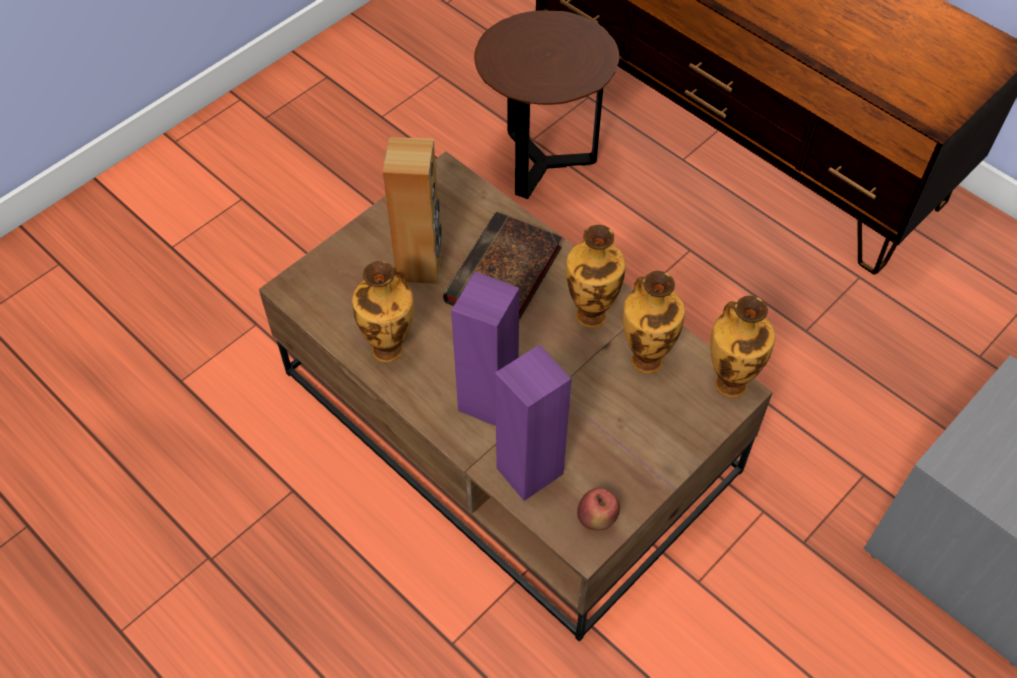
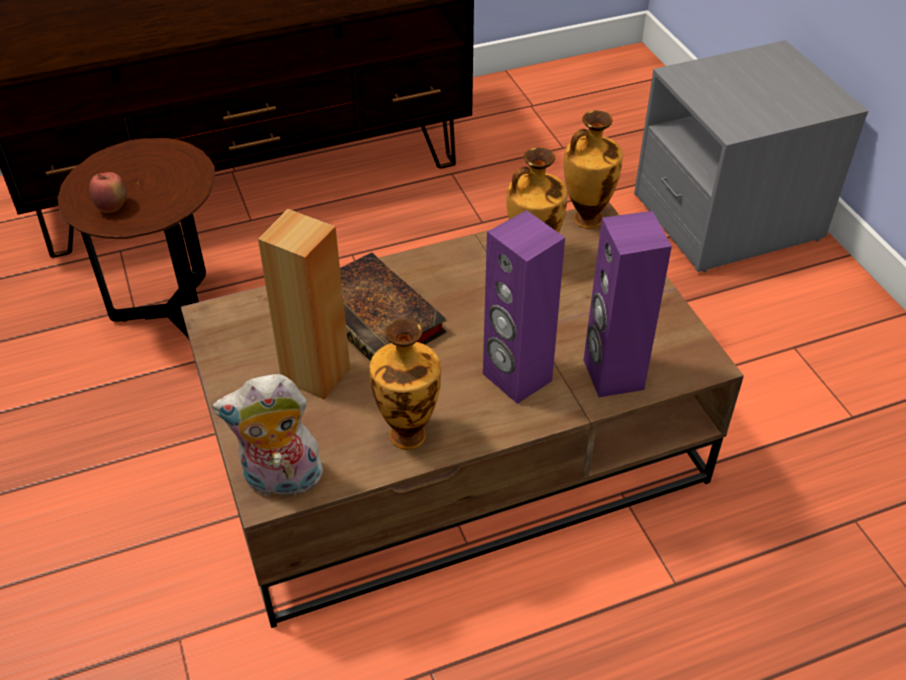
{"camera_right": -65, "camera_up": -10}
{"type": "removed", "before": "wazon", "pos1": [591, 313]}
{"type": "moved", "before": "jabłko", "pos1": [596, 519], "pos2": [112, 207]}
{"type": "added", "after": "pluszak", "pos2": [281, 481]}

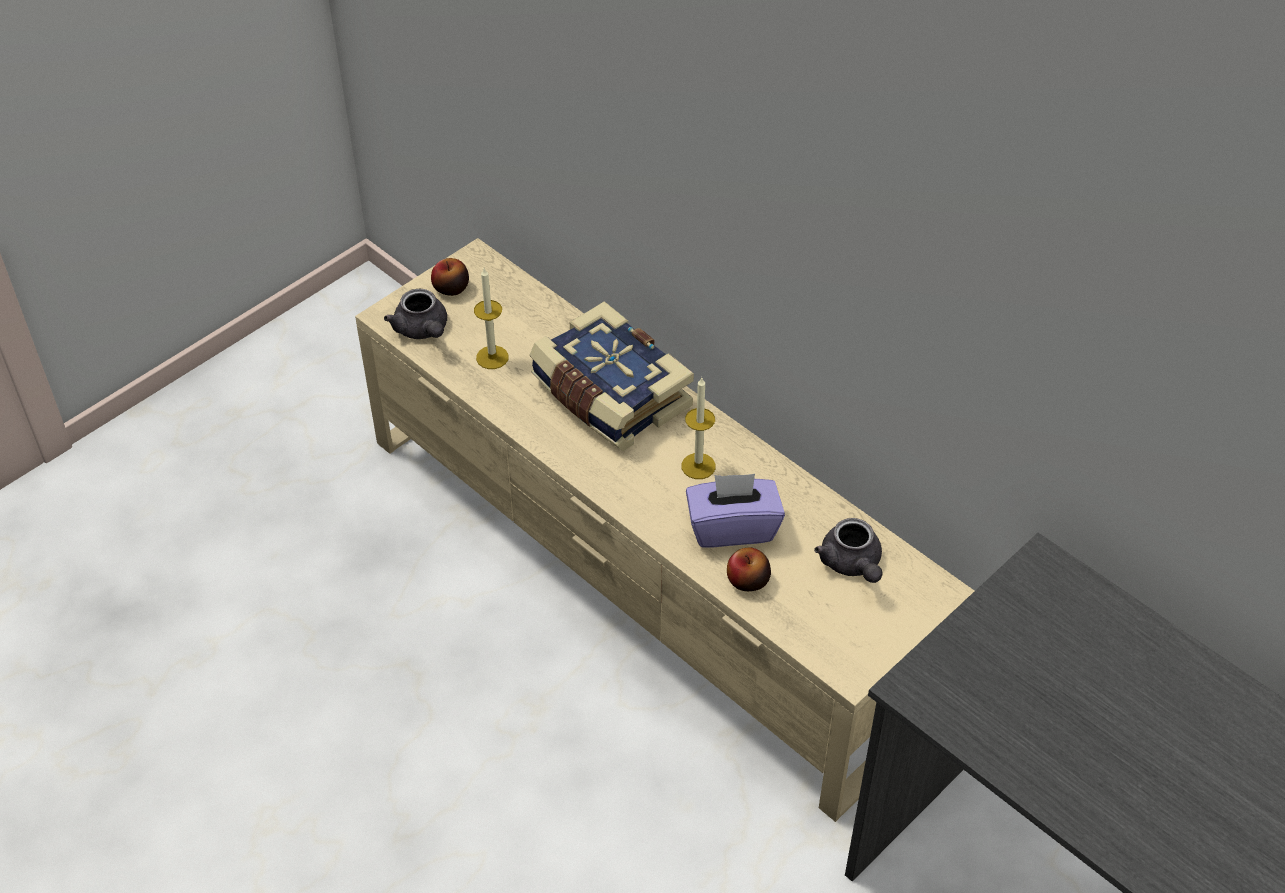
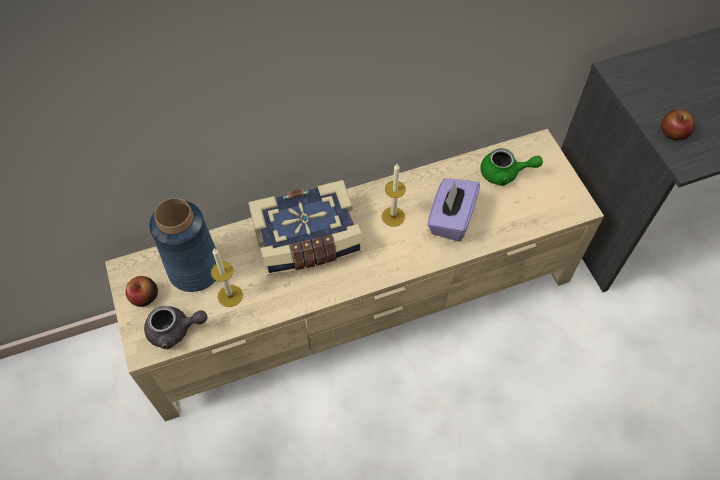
{"camera_right": -65, "camera_up": 10}
{"type": "moved", "before": "jabłko", "pos1": [747, 580], "pos2": [673, 132]}
{"type": "recoloured", "before": "imbryk (szary)", "after": "imbryk (zielony)", "pos1": [852, 564], "pos2": [505, 174]}
{"type": "added", "after": "wazon (niebieski)", "pos2": [195, 269]}

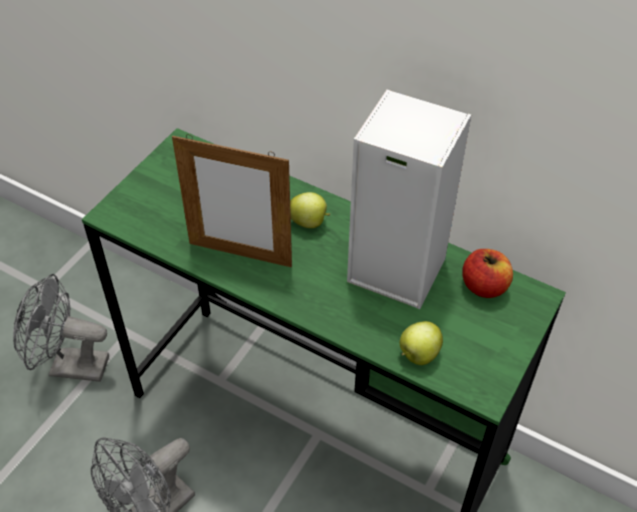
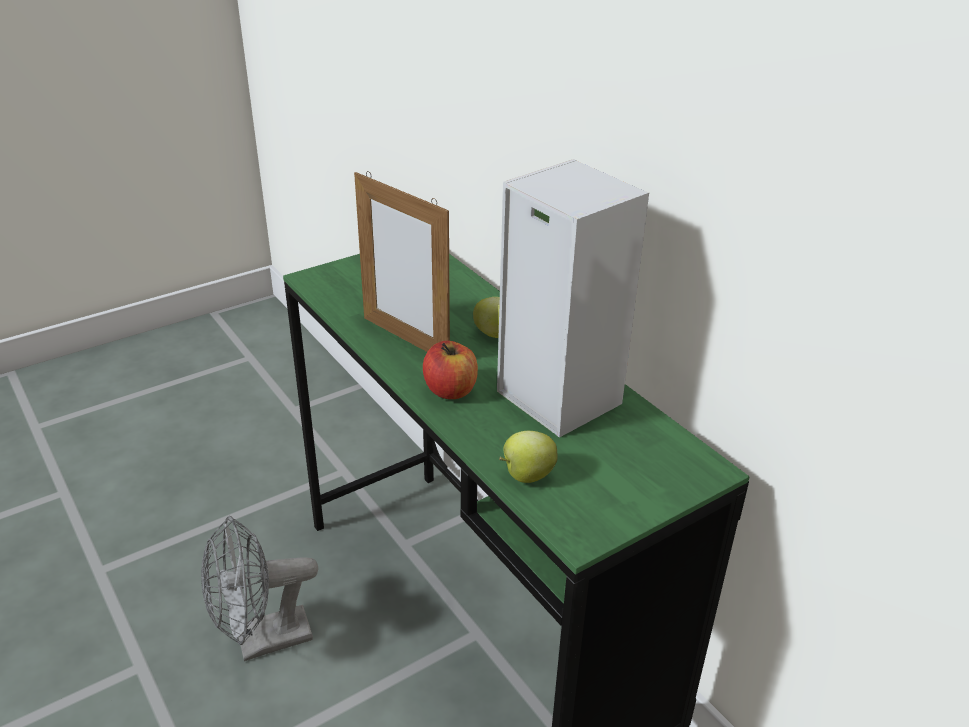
{"camera_right": 25, "camera_up": -15}
{"type": "removed", "before": "wentylator (szary)", "pos1": [70, 366]}
{"type": "moved", "before": "jabłko", "pos1": [484, 286], "pos2": [450, 390]}

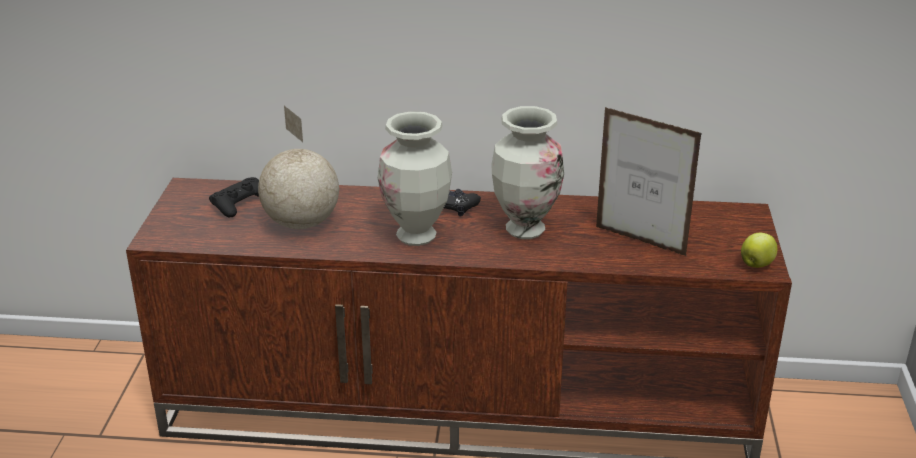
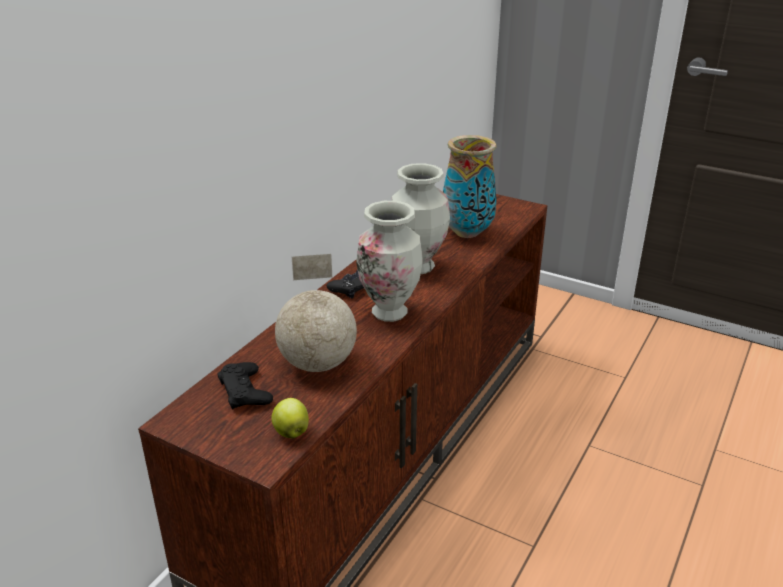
{"camera_right": -65, "camera_up": 0}
{"type": "replaced", "before": "ramka na zdjęcie", "after": "wazon", "pos1": [640, 241], "pos2": [467, 232]}
{"type": "moved", "before": "jabłko", "pos1": [756, 264], "pos2": [291, 432]}

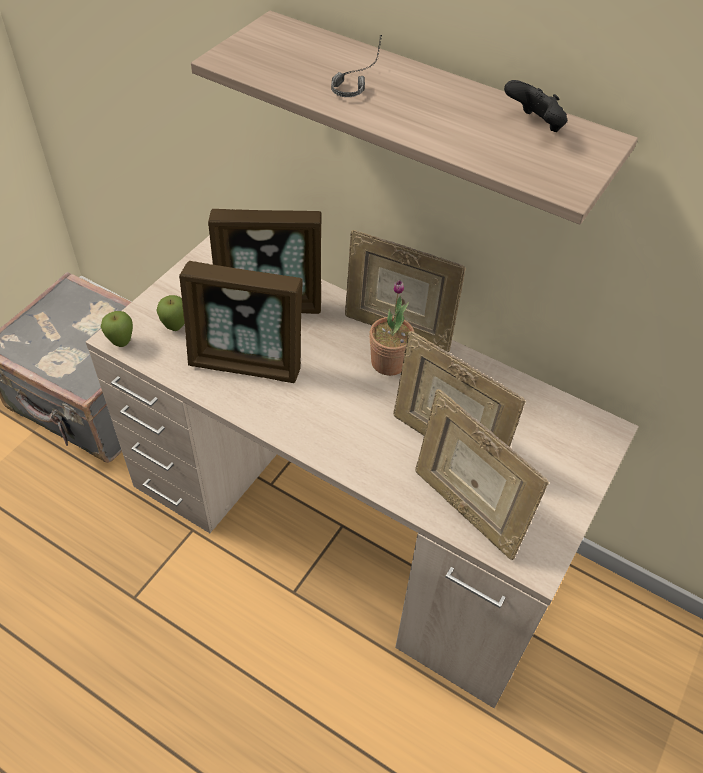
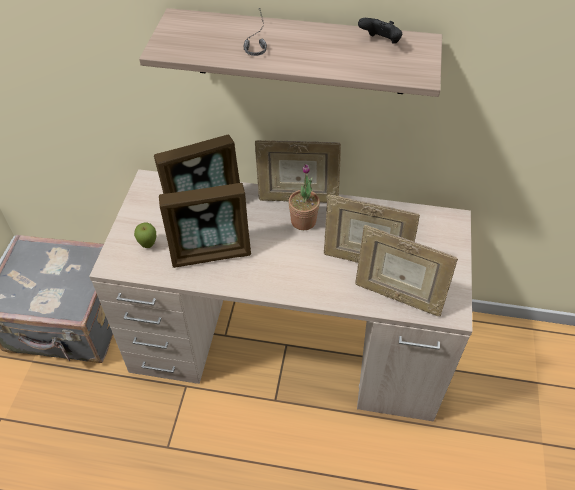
{"camera_right": -20, "camera_up": 0}
{"type": "removed", "before": "jabłko", "pos1": [122, 343]}

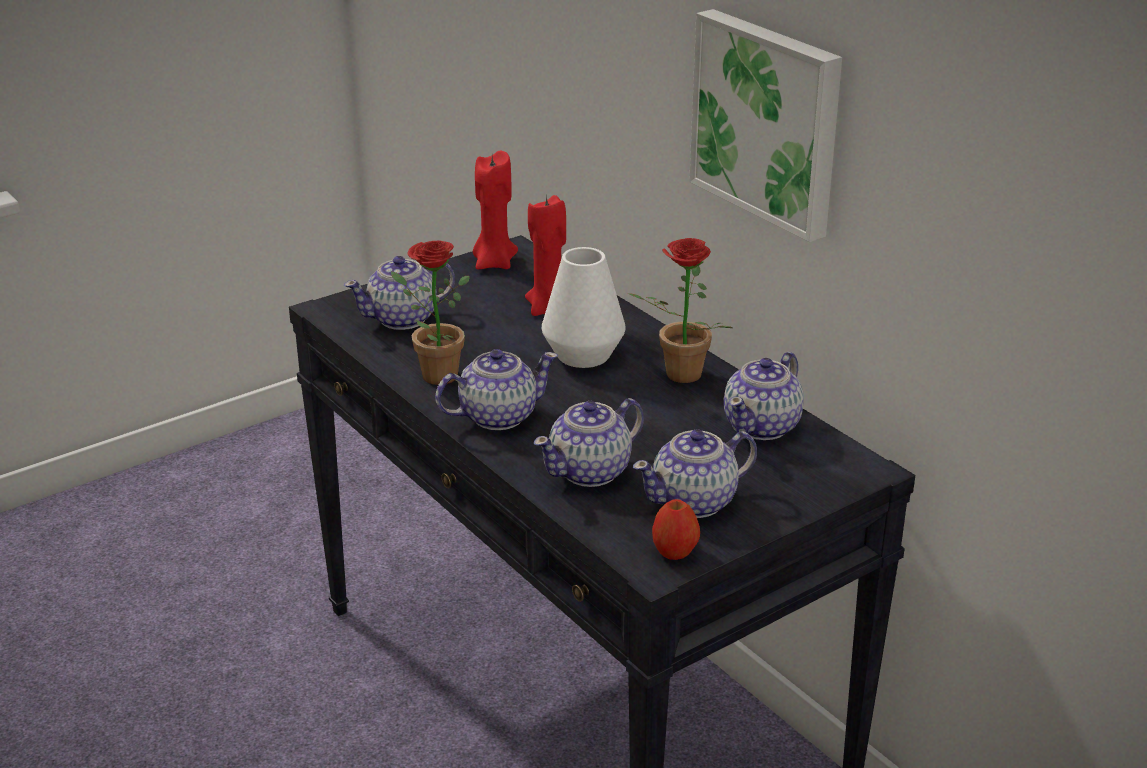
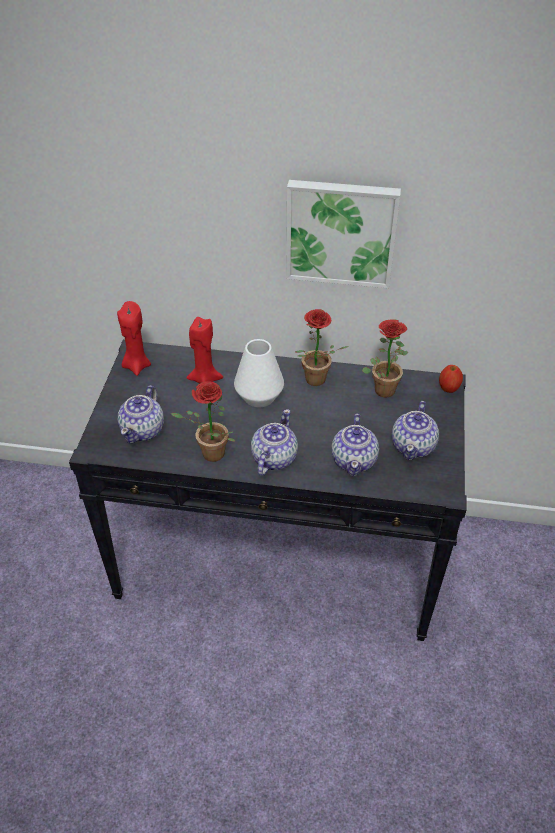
{"camera_right": -45, "camera_up": 15}
{"type": "moved", "before": "jabłko", "pos1": [675, 552], "pos2": [449, 388]}
{"type": "replaced", "before": "imbryk", "after": "roślina doniczkowa", "pos1": [763, 426], "pos2": [383, 387]}

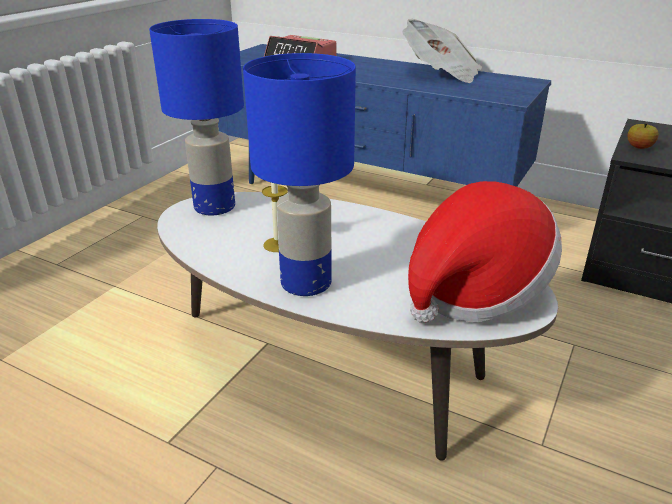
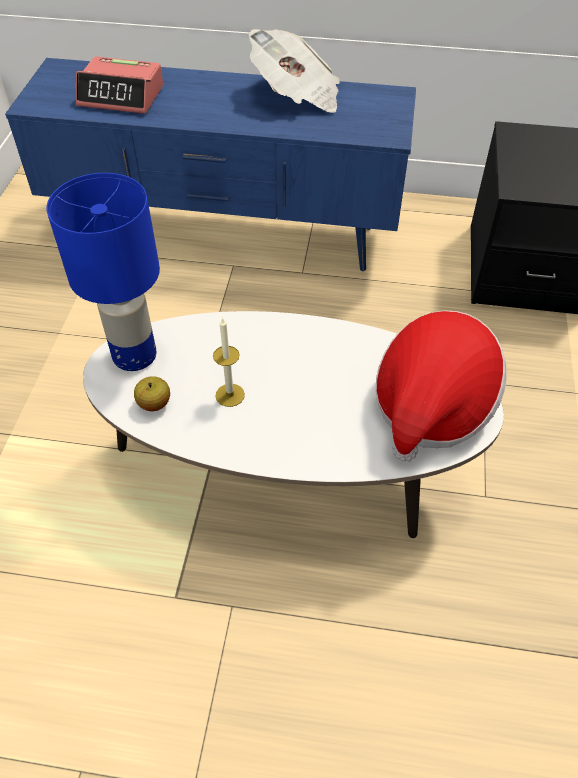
{"camera_right": -20, "camera_up": 20}
{"type": "removed", "before": "lampa stołowa (niebieski)", "pos1": [305, 283]}
{"type": "moved", "before": "jabłko", "pos1": [639, 147], "pos2": [154, 404]}

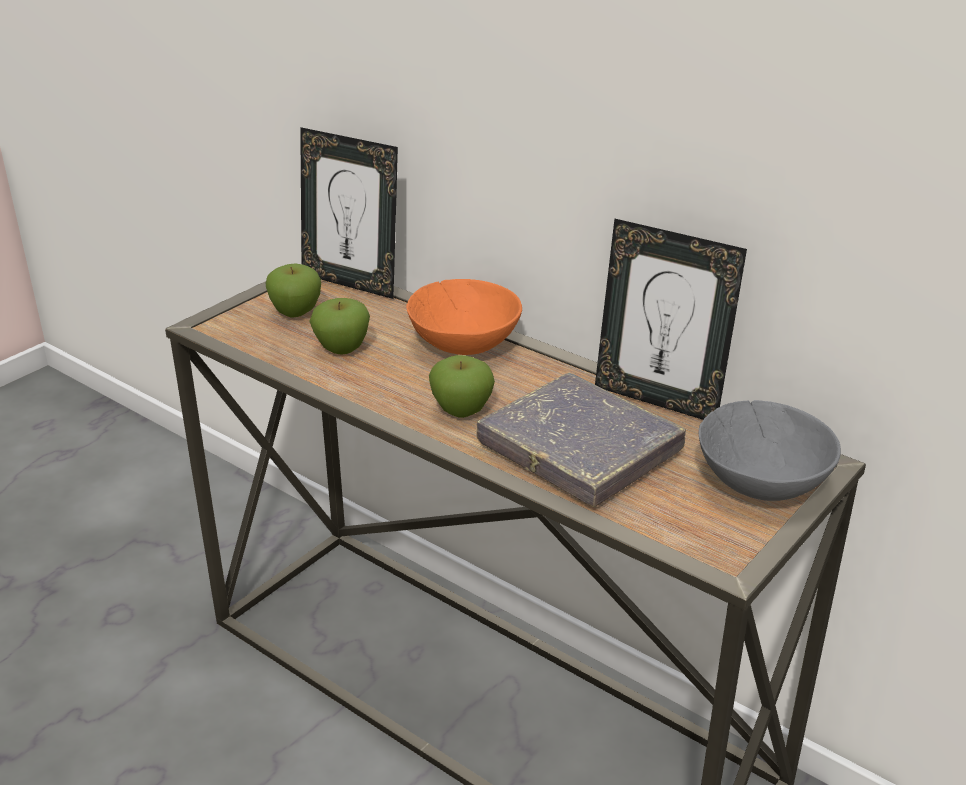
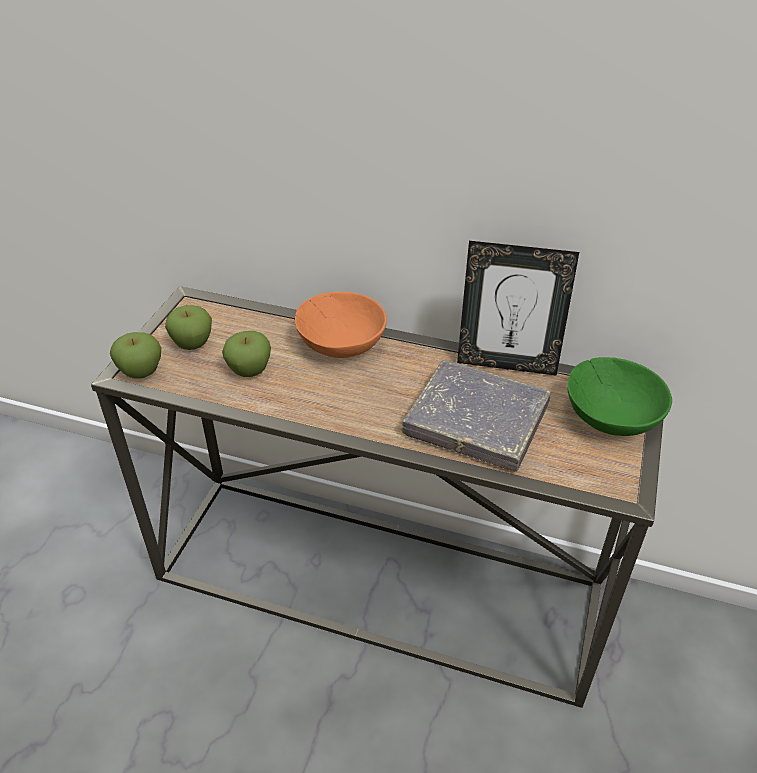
{"camera_right": -20, "camera_up": 10}
{"type": "removed", "before": "ramka na zdjęcie", "pos1": [351, 282]}
{"type": "moved", "before": "jabłko", "pos1": [461, 411], "pos2": [141, 372]}
{"type": "recoloured", "before": "miska (szary)", "after": "miska (zielony)", "pos1": [763, 480], "pos2": [611, 416]}

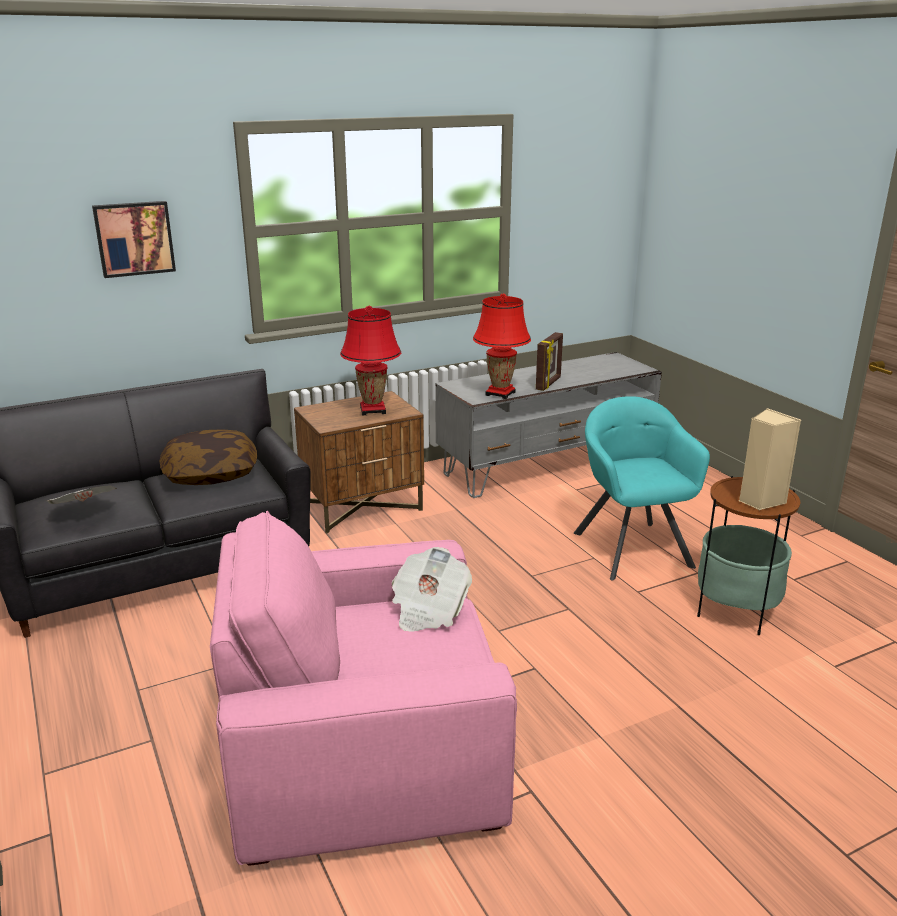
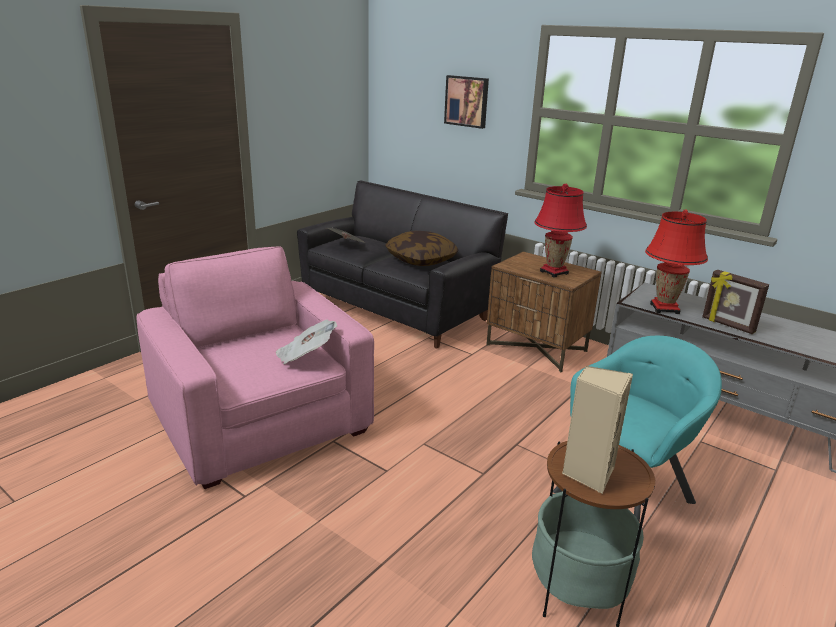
{"camera_right": 65, "camera_up": 0}
{"type": "turned", "before": "ramka na zdjęcie", "pos1": [549, 384], "pos2": [727, 325], "turn": 45}

